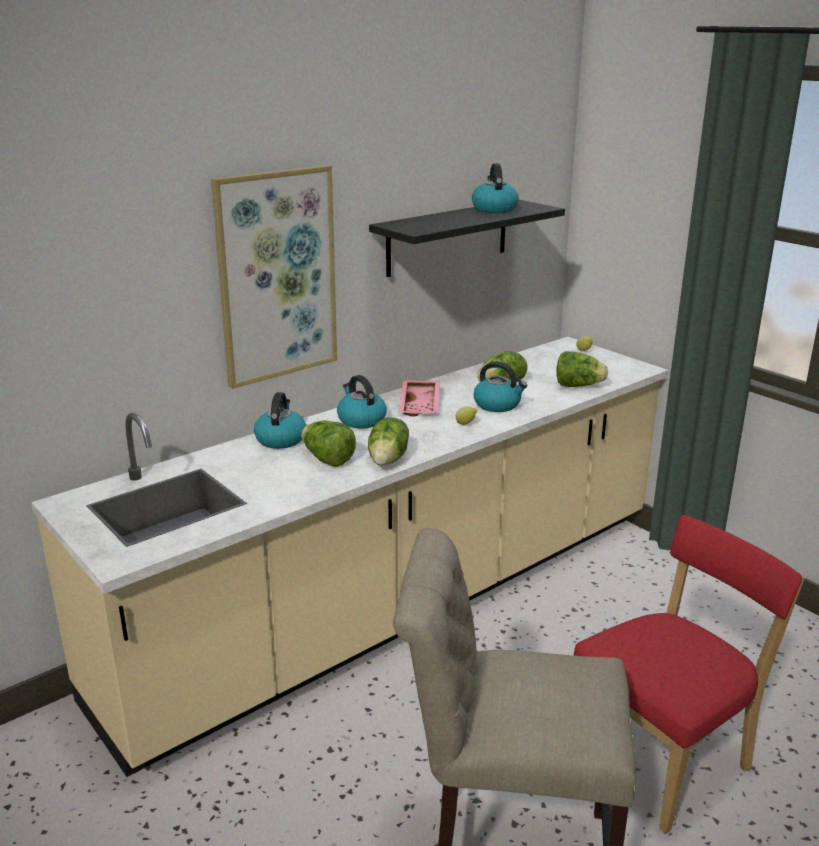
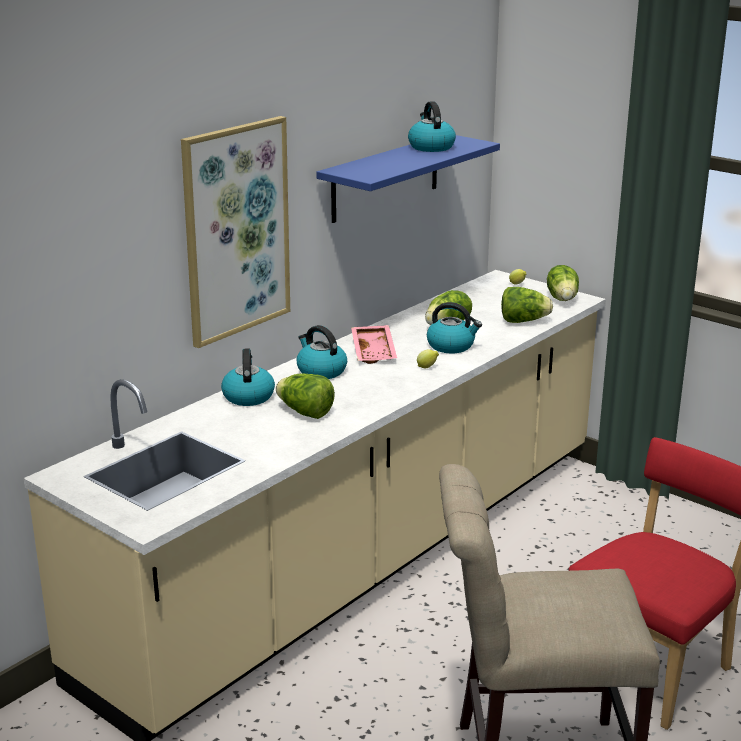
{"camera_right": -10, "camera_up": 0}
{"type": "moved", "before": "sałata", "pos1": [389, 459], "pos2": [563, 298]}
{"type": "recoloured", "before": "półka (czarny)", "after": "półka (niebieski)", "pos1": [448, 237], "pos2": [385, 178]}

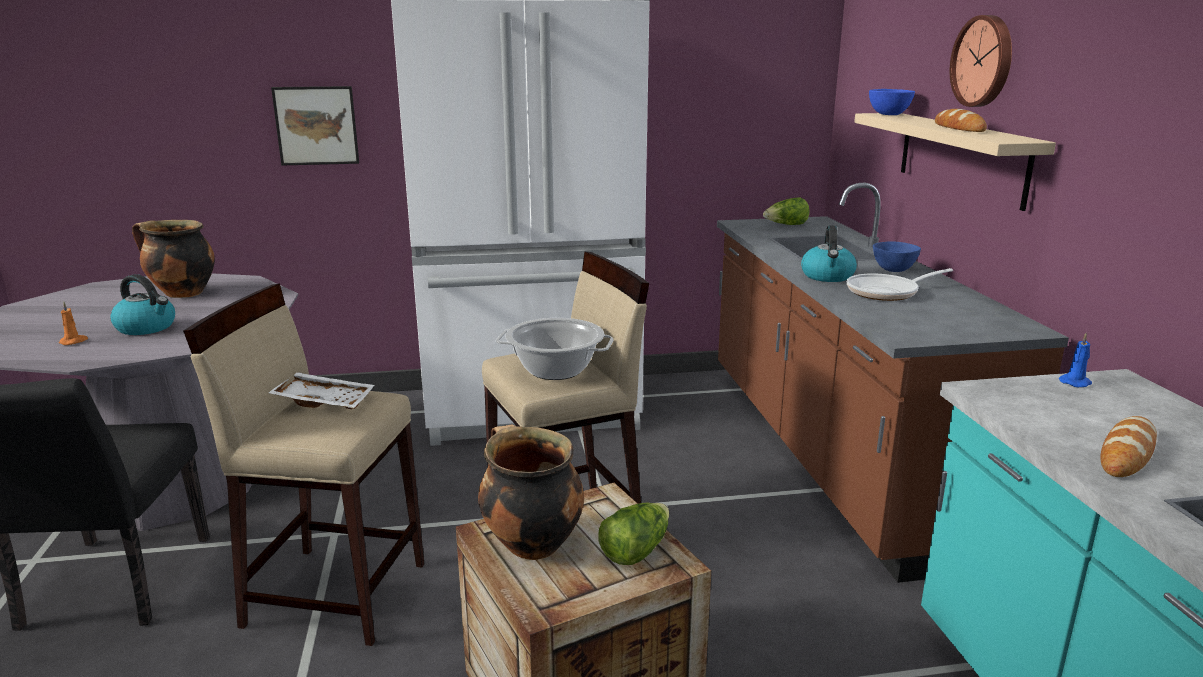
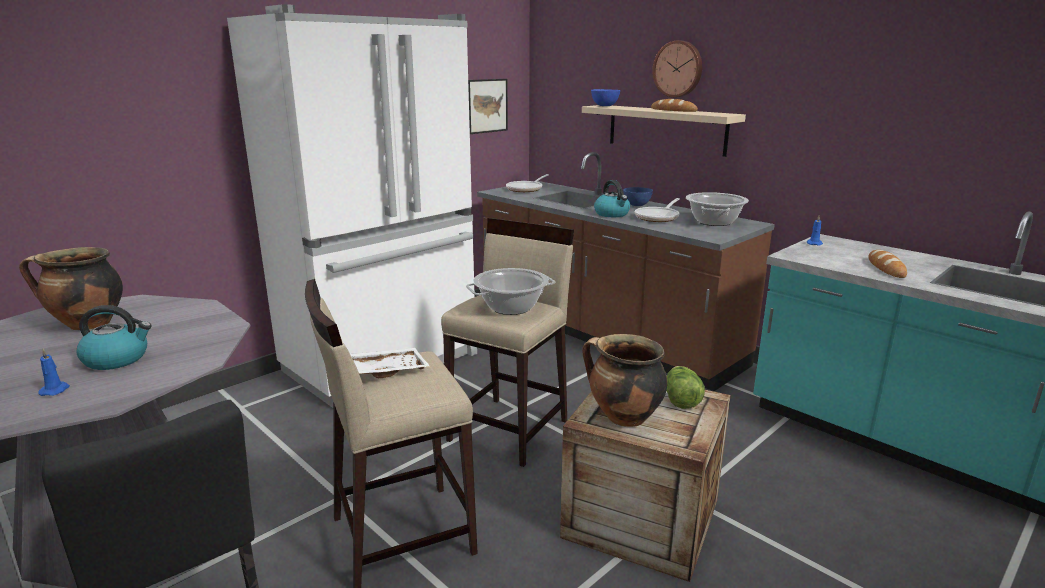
{"camera_right": -35, "camera_up": 0}
{"type": "recoloured", "before": "świeca (pomarańczowy)", "after": "świeca (niebieski)", "pos1": [74, 341], "pos2": [55, 390]}
{"type": "moved", "before": "obraz", "pos1": [316, 125], "pos2": [487, 106]}
{"type": "replaced", "before": "sałata", "after": "patelnia", "pos1": [786, 225], "pos2": [526, 189]}
{"type": "added", "after": "garnek", "pos2": [714, 222]}

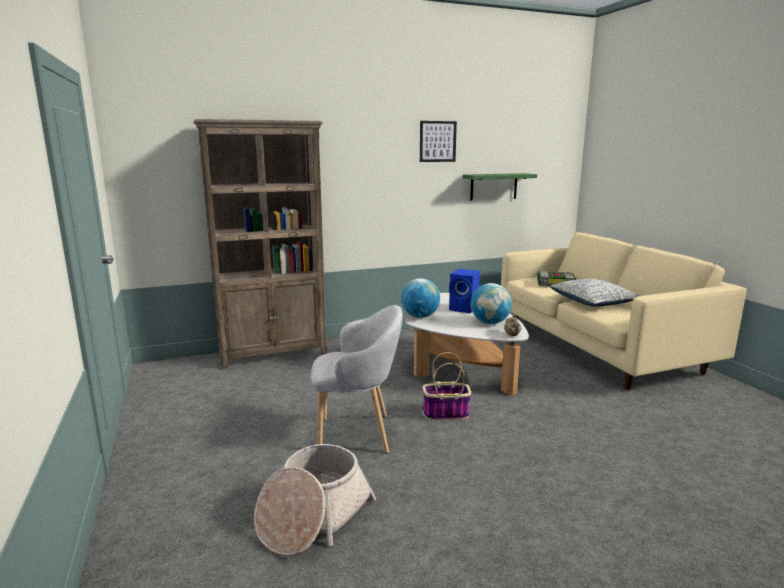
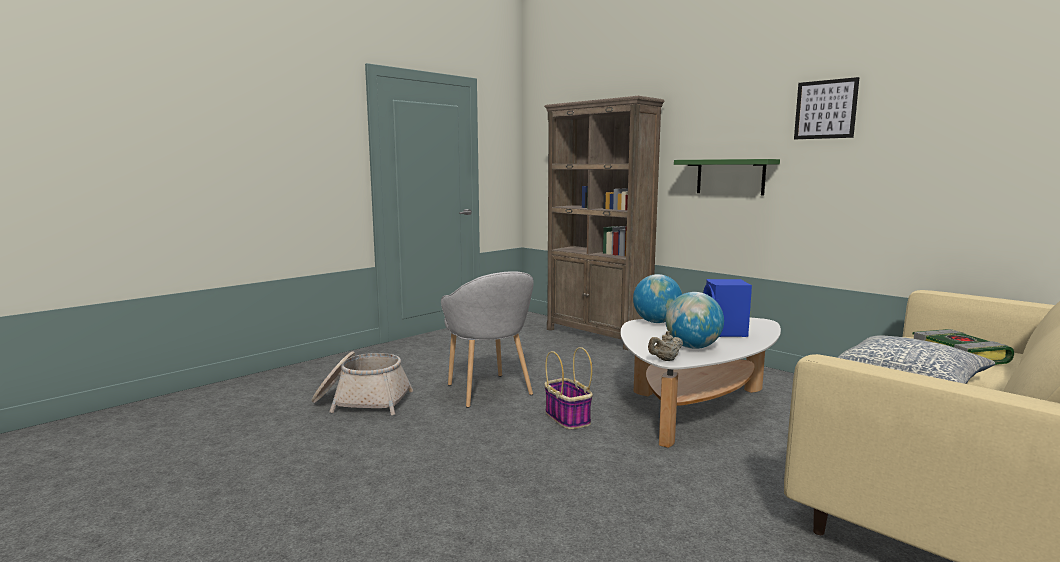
{"camera_right": 65, "camera_up": -5}
{"type": "moved", "before": "półka (zielony)", "pos1": [493, 186], "pos2": [730, 177]}

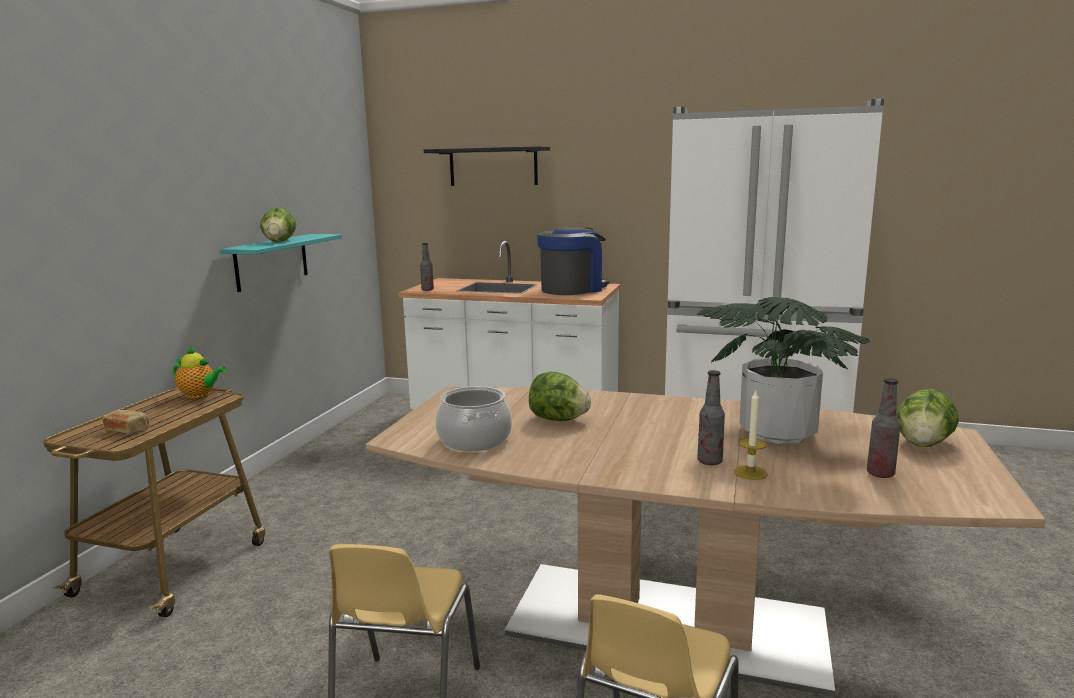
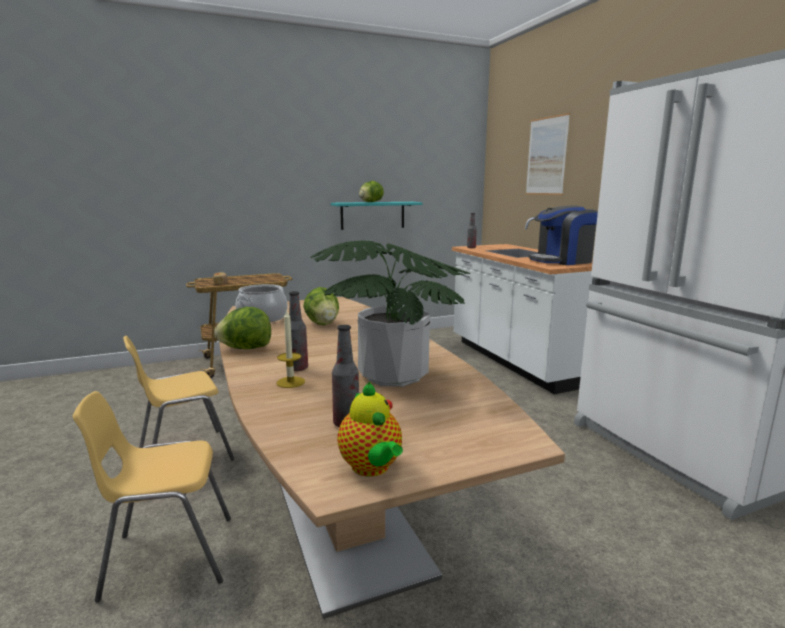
{"camera_right": 50, "camera_up": 0}
{"type": "moved", "before": "imbryk", "pos1": [200, 395], "pos2": [372, 468]}
{"type": "replaced", "before": "półka (czarny)", "after": "obraz", "pos1": [493, 167], "pos2": [546, 156]}
{"type": "turned", "before": "ekspres do kawy", "pos1": [572, 289], "pos2": [562, 261], "turn": 150}
{"type": "moved", "before": "sałata", "pos1": [923, 444], "pos2": [246, 348]}

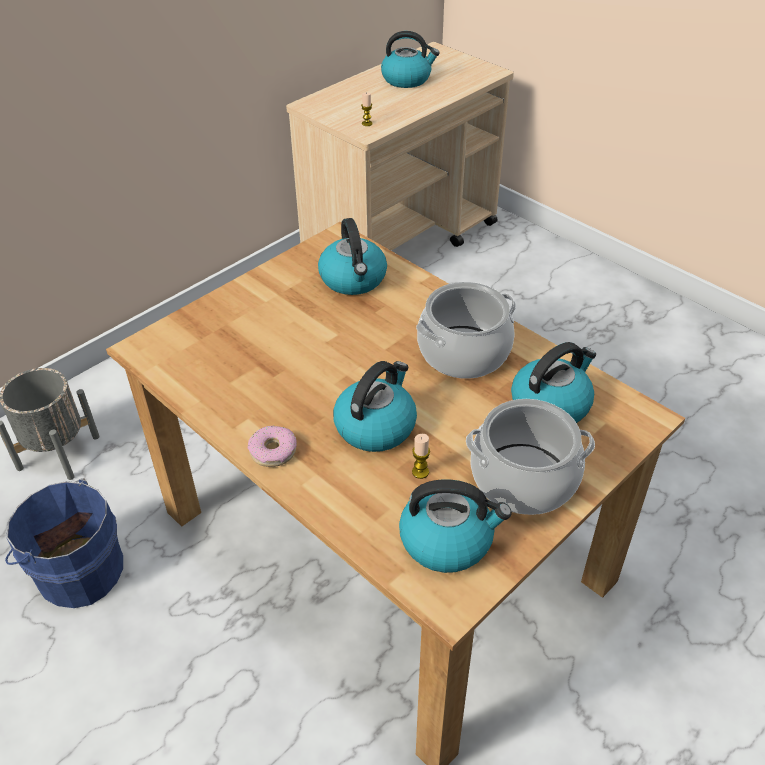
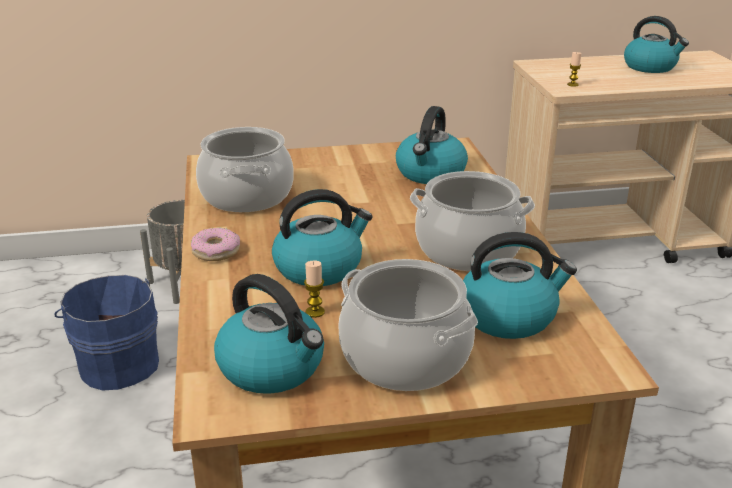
{"camera_right": 35, "camera_up": -15}
{"type": "added", "after": "garnek", "pos2": [247, 196]}

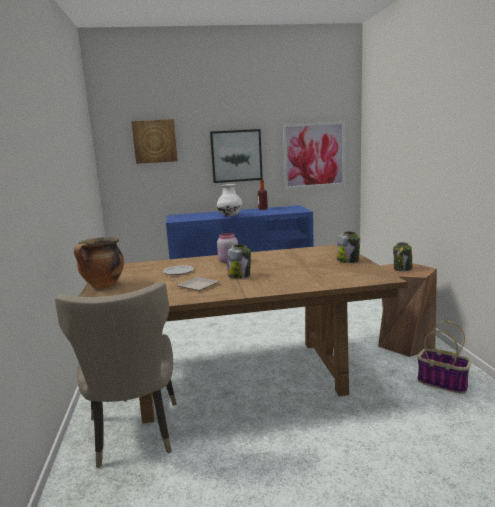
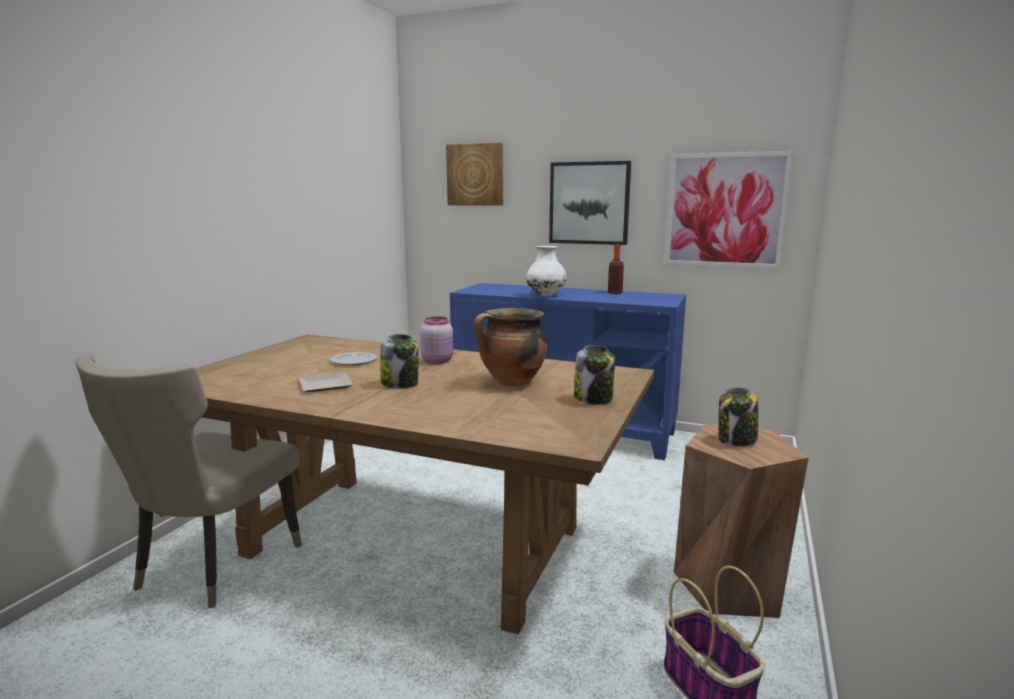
{"camera_right": 30, "camera_up": 0}
{"type": "moved", "before": "garnek", "pos1": [103, 286], "pos2": [512, 382]}

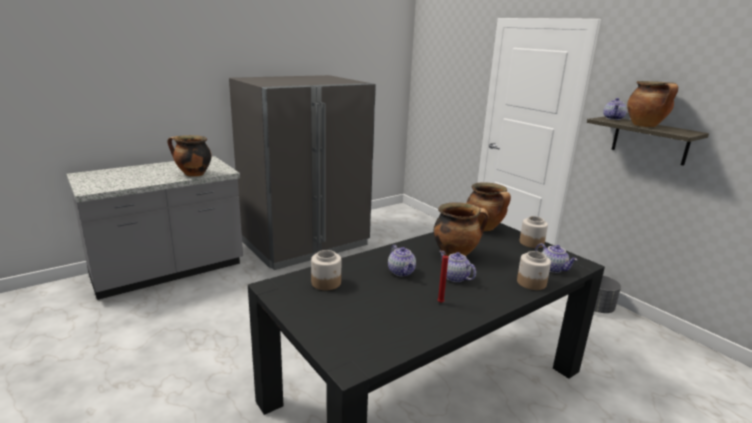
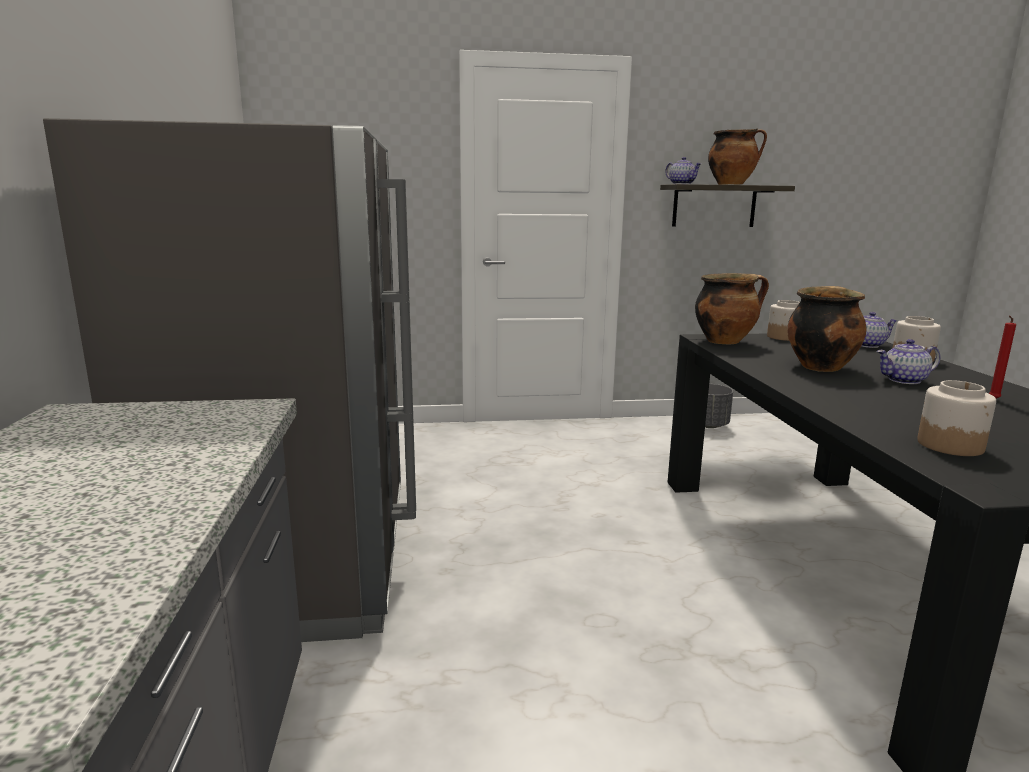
{"camera_right": -60, "camera_up": -5}
{"type": "removed", "before": "garnek", "pos1": [193, 174]}
{"type": "removed", "before": "imbryk", "pos1": [401, 272]}

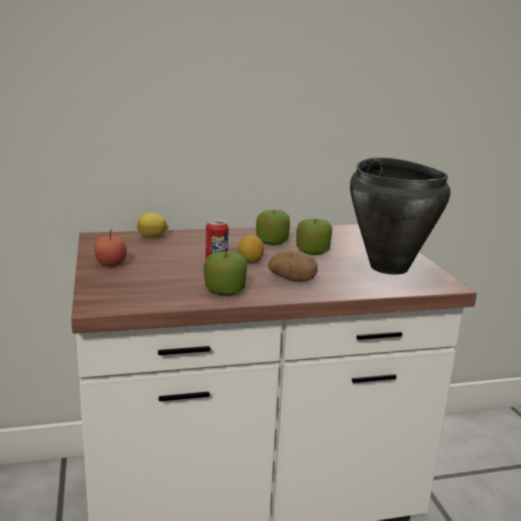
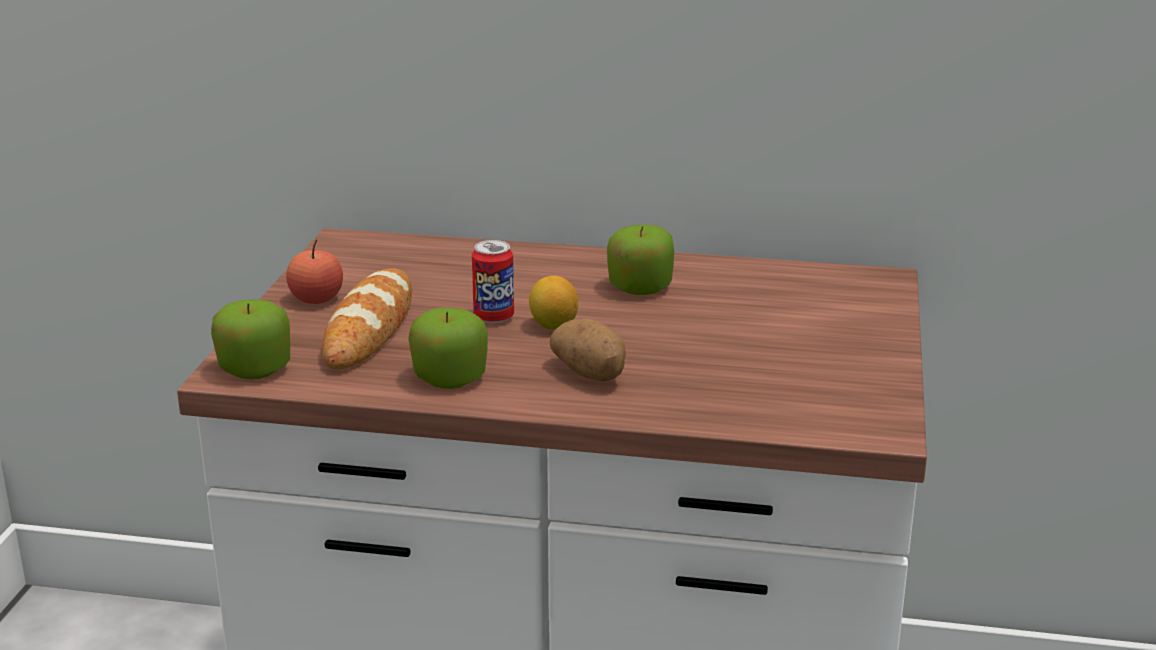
{"camera_right": 25, "camera_up": 5}
{"type": "removed", "before": "cytryna", "pos1": [153, 237]}
{"type": "moved", "before": "jabłko", "pos1": [312, 251], "pos2": [254, 369]}
{"type": "removed", "before": "garnek (czarny)", "pos1": [389, 267]}
{"type": "added", "after": "chleb", "pos2": [369, 328]}

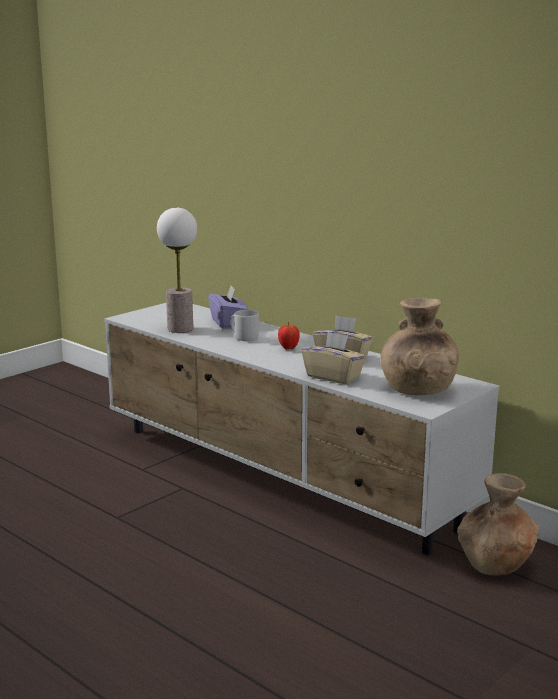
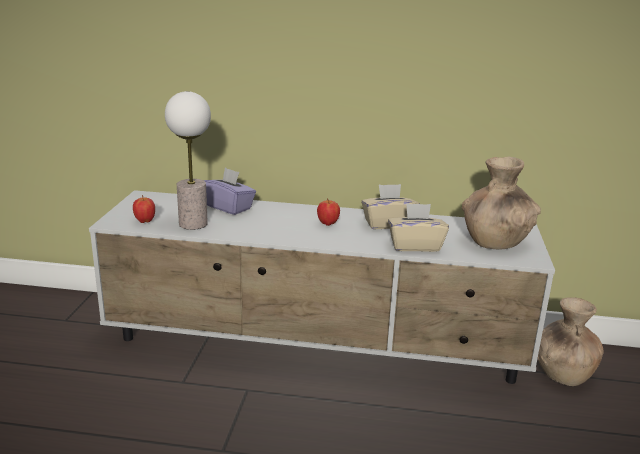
{"camera_right": -35, "camera_up": 5}
{"type": "removed", "before": "kubek (szary)", "pos1": [244, 337]}
{"type": "added", "after": "jabłko", "pos2": [145, 221]}

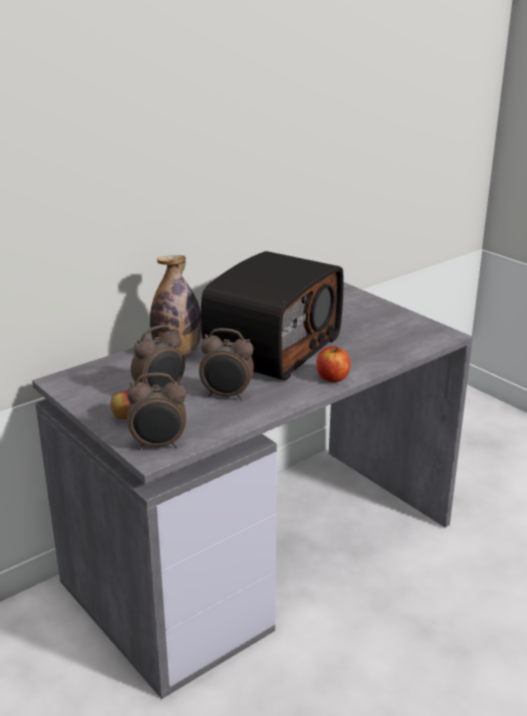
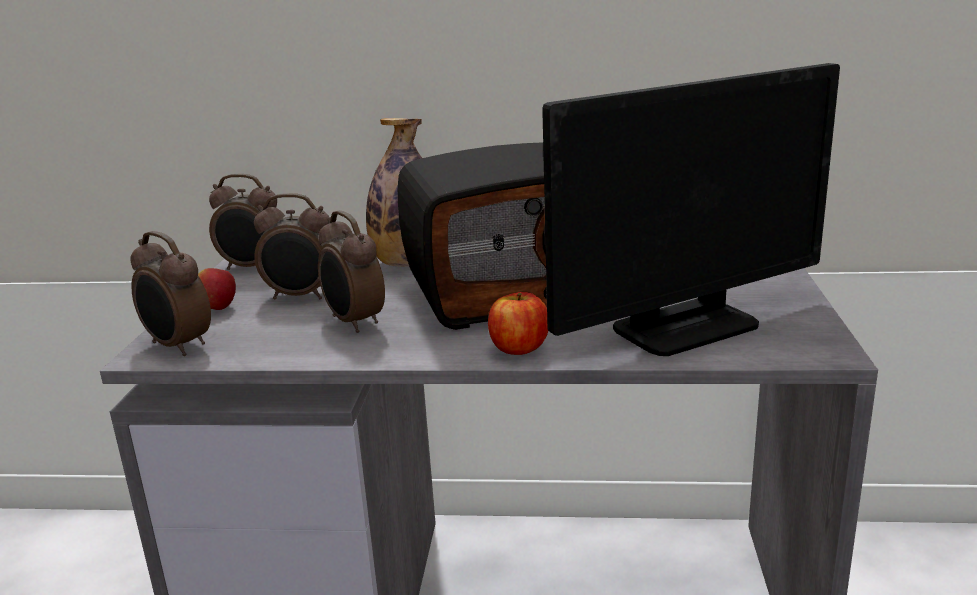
{"camera_right": 45, "camera_up": -5}
{"type": "added", "after": "budzik", "pos2": [252, 268]}
{"type": "added", "after": "monitor", "pos2": [685, 327]}

